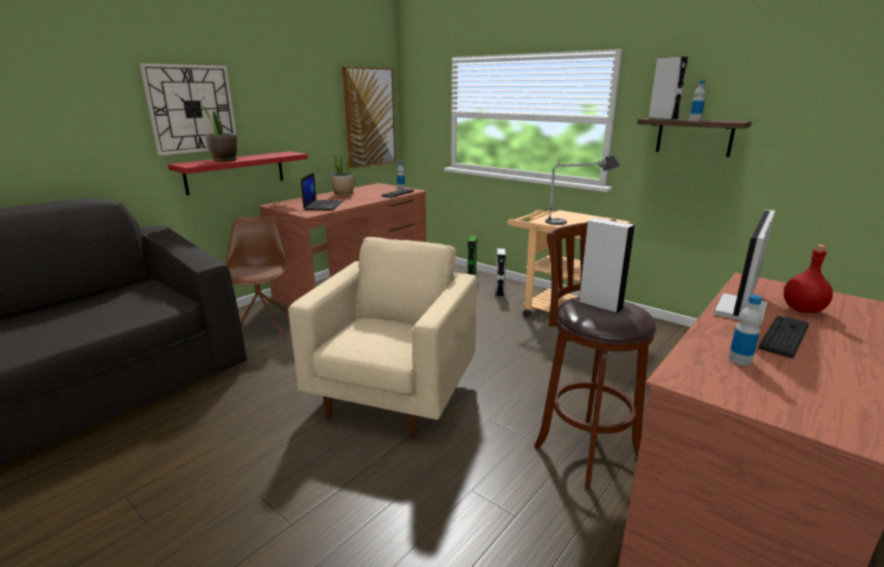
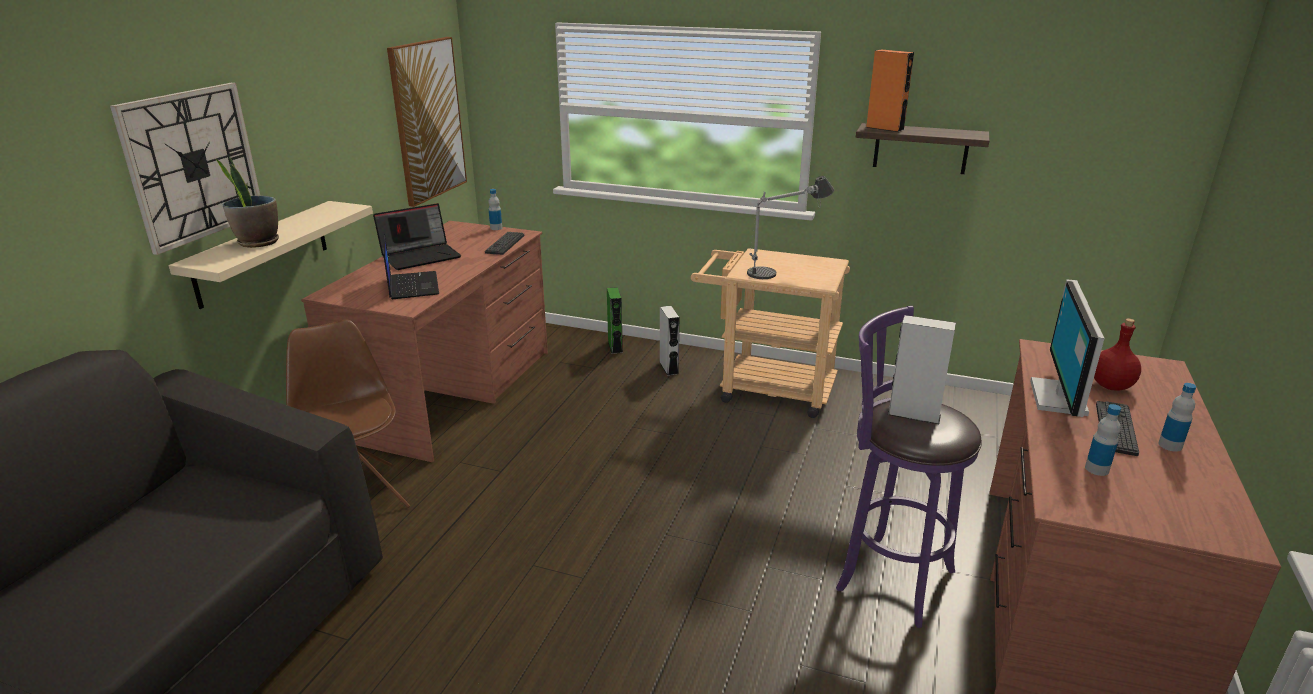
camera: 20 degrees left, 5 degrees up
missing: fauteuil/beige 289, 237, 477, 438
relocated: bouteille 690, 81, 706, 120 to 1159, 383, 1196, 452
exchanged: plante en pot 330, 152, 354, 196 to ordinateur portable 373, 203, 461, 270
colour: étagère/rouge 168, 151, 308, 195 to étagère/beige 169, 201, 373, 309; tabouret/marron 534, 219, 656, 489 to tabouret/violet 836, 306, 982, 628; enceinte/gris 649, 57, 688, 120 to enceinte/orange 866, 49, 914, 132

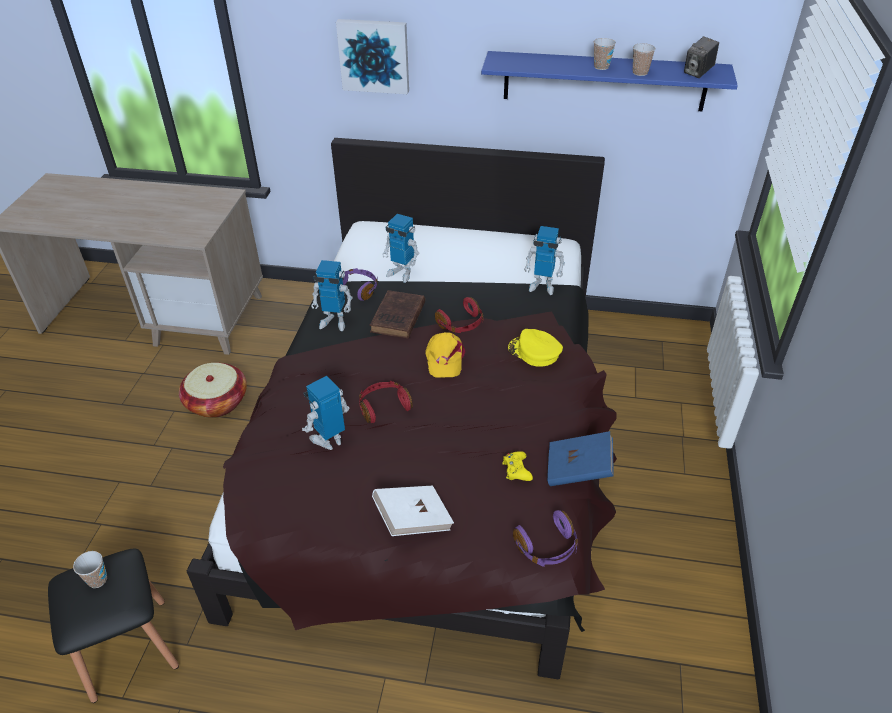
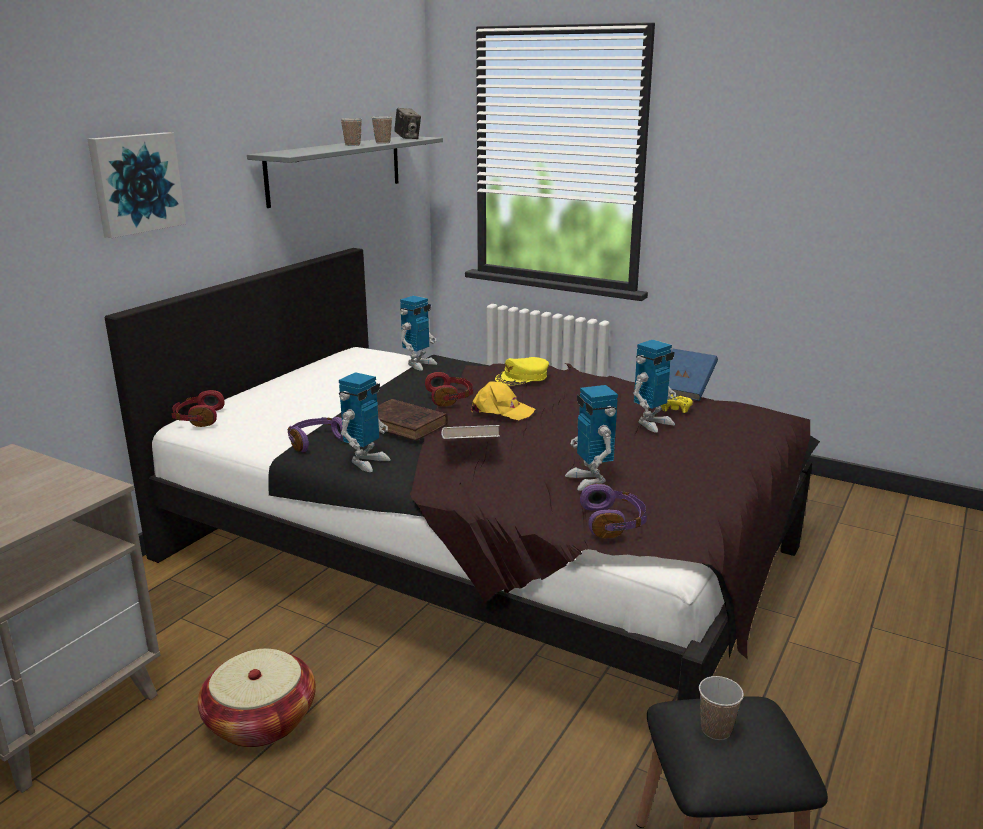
camera: 70 degrees left, 20 degrees down
relocated: casque audio/rouge 359, 381, 413, 423 to 171, 390, 224, 427; livre/blanc 372, 485, 454, 536 to 441, 425, 500, 439; robot jouet 382, 214, 419, 283 to 633, 340, 676, 433; casque audio/violet 513, 510, 578, 567 to 580, 483, 647, 539
colour: étagère/bleu 481, 51, 738, 111 to étagère/gris 247, 136, 443, 208

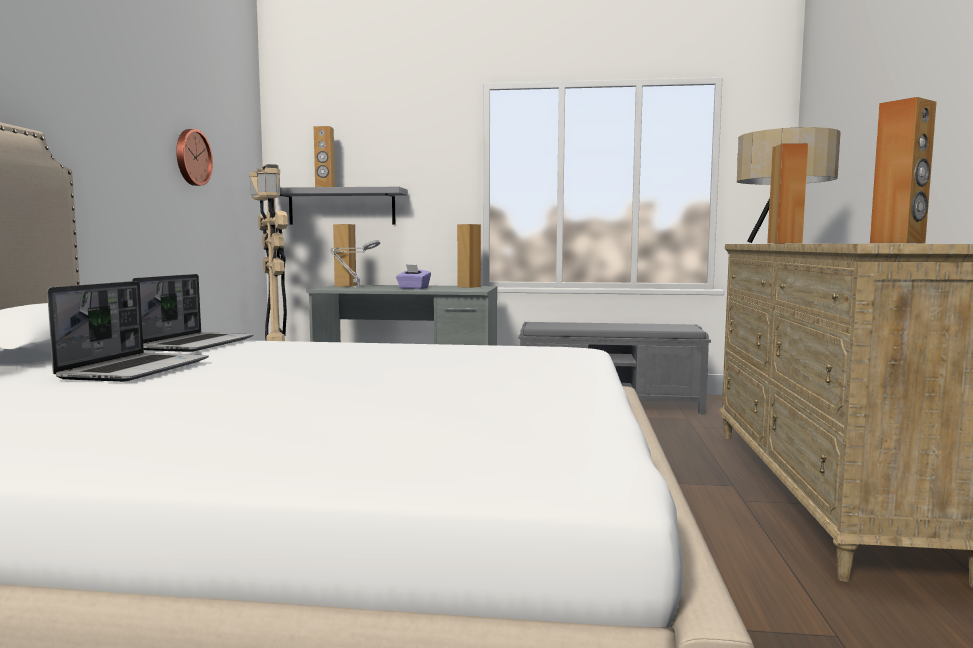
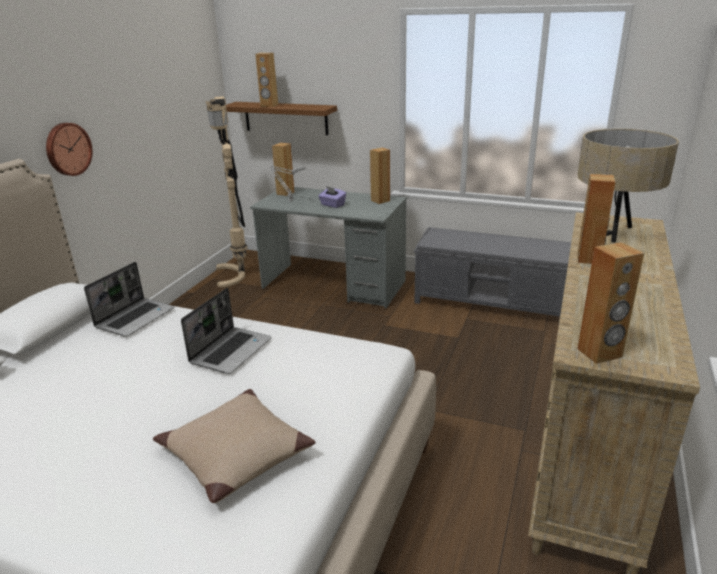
camera: 15 degrees right, 20 degrees up
appeared: coussin/beige 153, 389, 315, 503
relocated: ordinateur portable 47, 281, 209, 382 to 181, 288, 272, 374; horloge murale 176, 129, 213, 186 to 46, 123, 93, 176
colour: étagère/gris 280, 187, 408, 225 to étagère/marron 226, 102, 337, 135

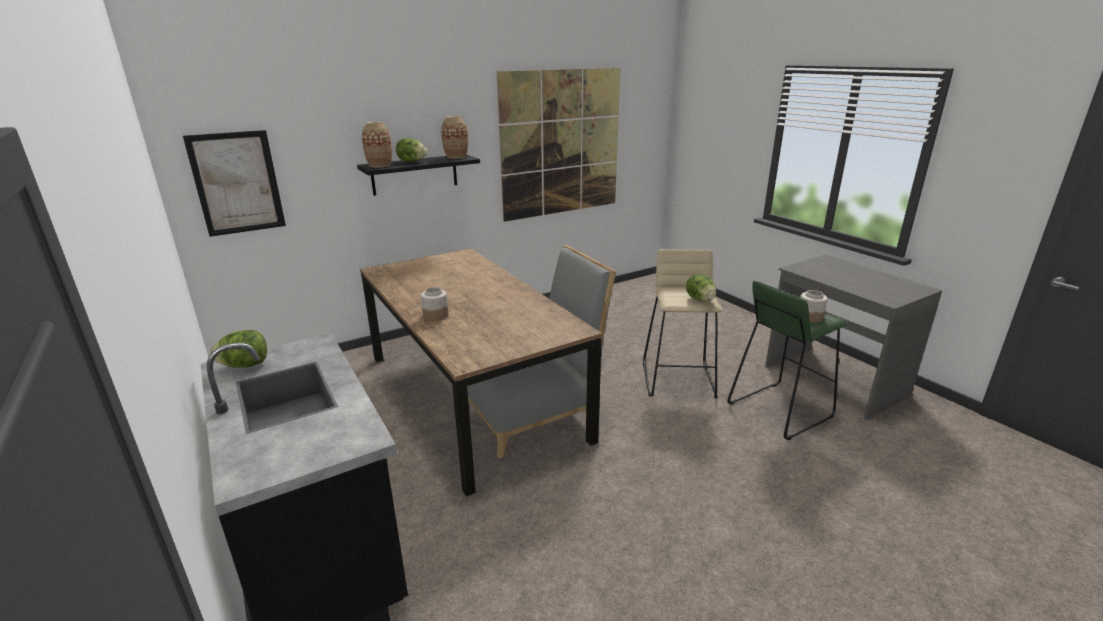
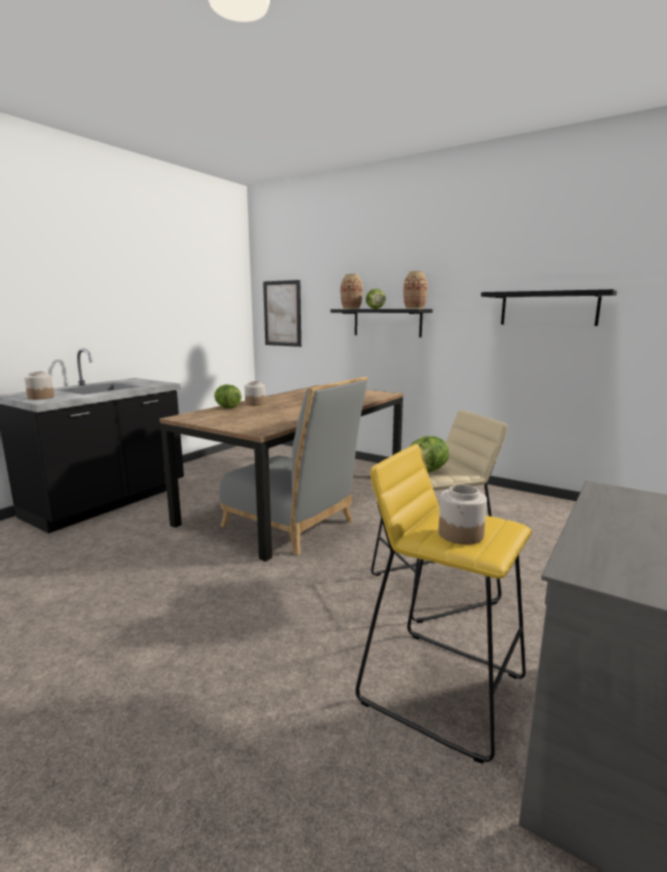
camera: 65 degrees right, 10 degrees down
appeared: bocal 24, 372, 54, 400
relocated: laitue 210, 330, 267, 368 to 214, 385, 241, 408
exchanged: tableau 497, 68, 620, 222 to étagère/noir 481, 289, 617, 326
colour: tabouret/vert 727, 281, 848, 441 to tabouret/jaune 355, 444, 532, 764

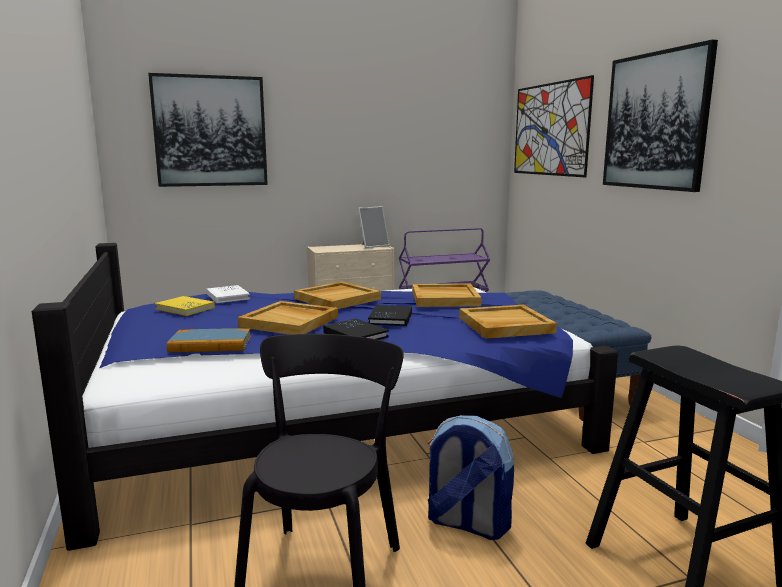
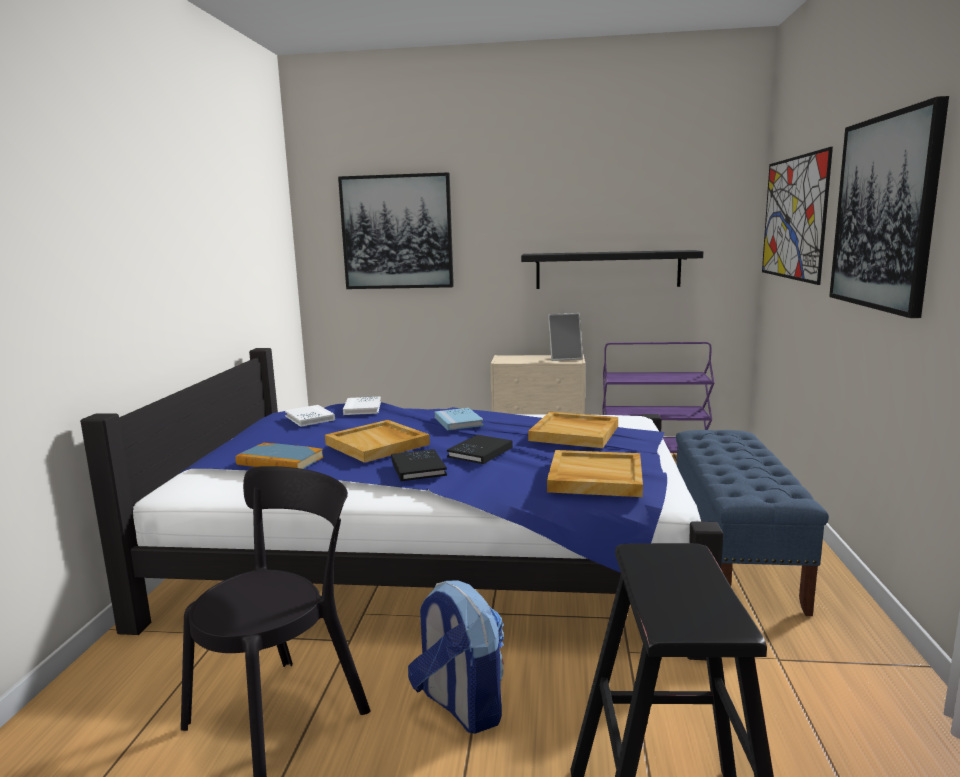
camera: 25 degrees right, 0 degrees up
appeared: étagère/noir 521, 250, 703, 289
exchanged: plateau/beige 294, 282, 381, 309 to livre/bleu 435, 408, 484, 430
colour: livre/jaune 155, 296, 215, 316 to livre/blanc 285, 405, 335, 427

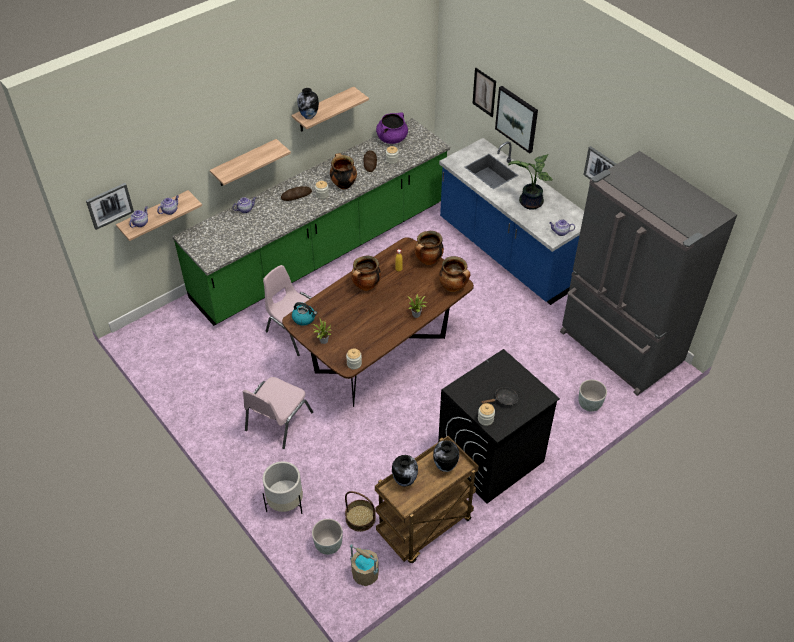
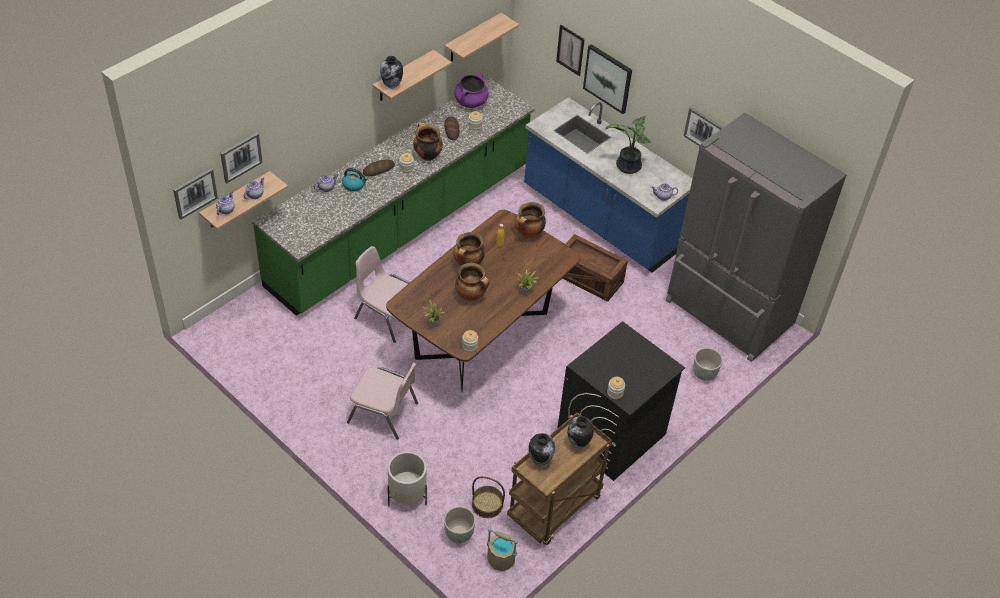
camera: 10 degrees left, 0 degrees up
missing: poêle/noir 481, 387, 518, 406
appeared: tableau 220, 133, 263, 183; caisse 562, 234, 628, 302
relocated: étagère 210, 139, 291, 186 to 445, 13, 519, 62; bouilloire 292, 302, 317, 326 to 342, 168, 368, 192; marmite 439, 256, 471, 292 to 455, 263, 490, 301
spun: chaise/rose 243, 377, 313, 449 = 347, 363, 418, 440 90 degrees counterclockwise

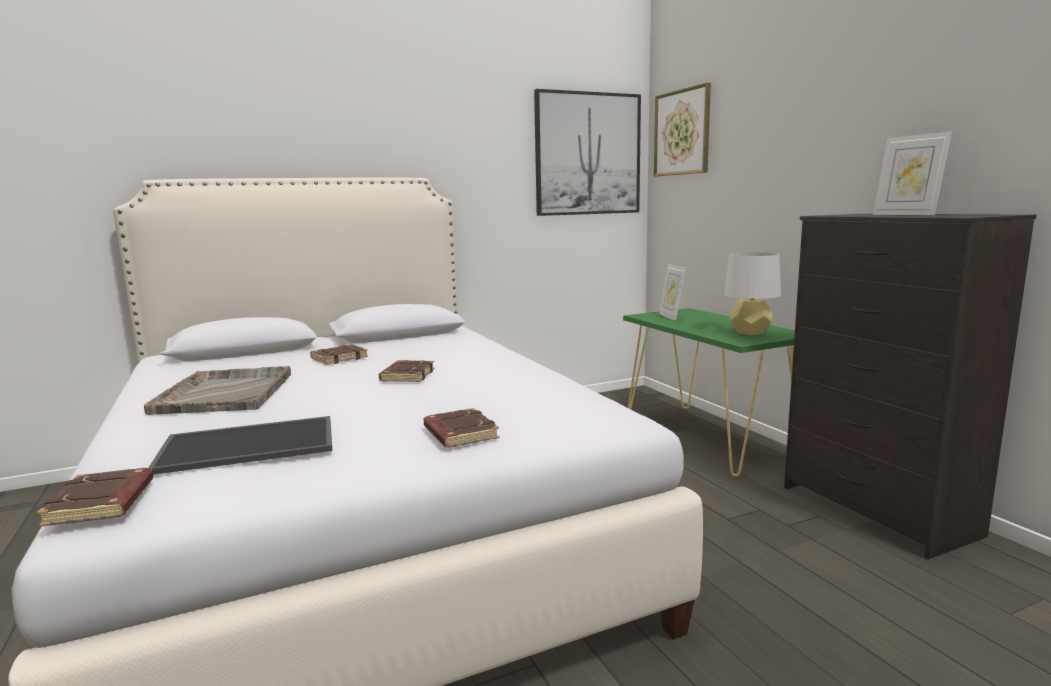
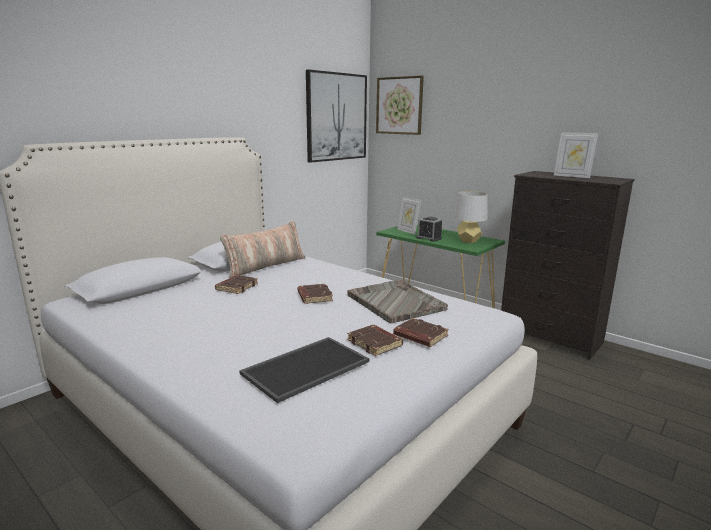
camera: 25 degrees left, 5 degrees up
appeared: coussin 220, 221, 305, 278; réveil 416, 217, 442, 242
relocated: livre/marron 37, 468, 153, 527 to 347, 325, 403, 356; plateau/gris 144, 366, 291, 415 to 347, 279, 448, 323

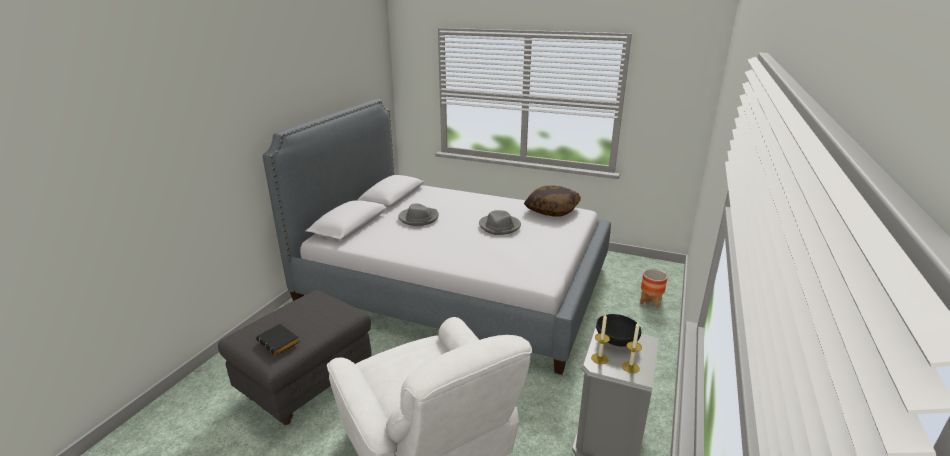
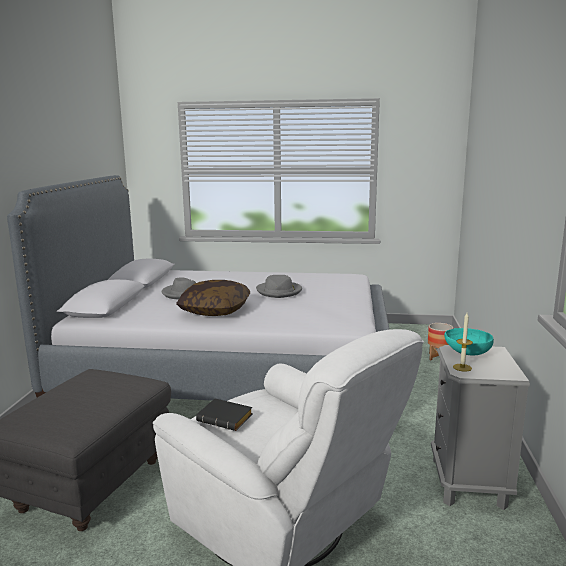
camera: 15 degrees left, 10 degrees down
missing: bougie 622, 321, 642, 373
relocated: livre/noir 256, 324, 299, 356 to 196, 399, 253, 431; coussin 524, 186, 581, 217 to 176, 280, 250, 316
colour: bol/noir 596, 314, 641, 347 to bol/turquoise 444, 328, 494, 355

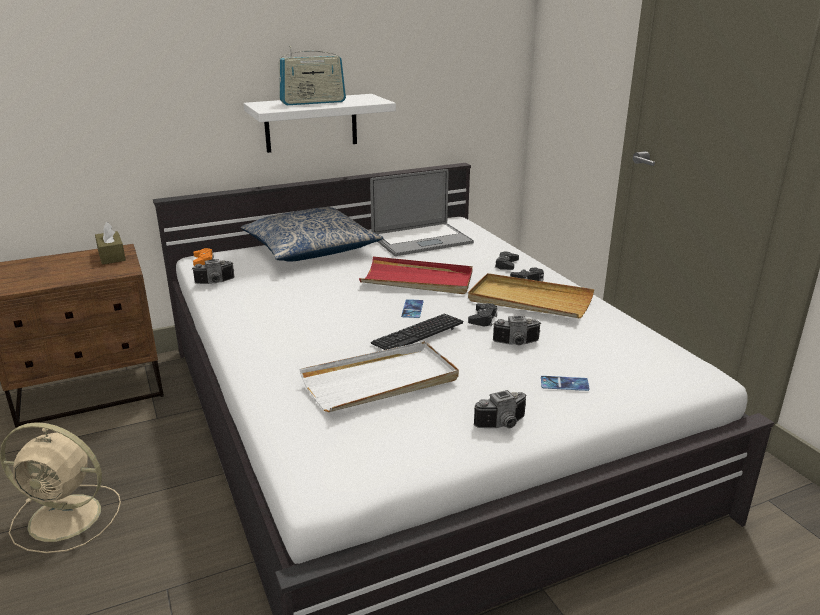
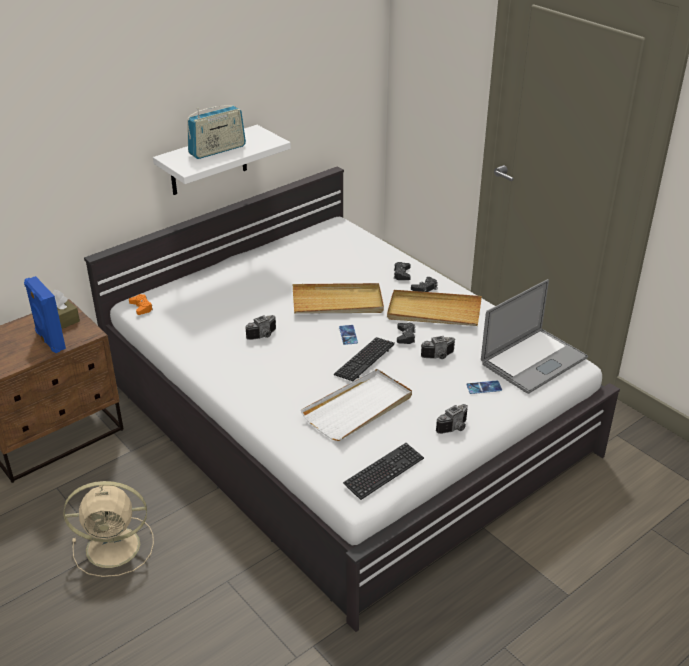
camera: 15 degrees left, 10 degrees up
missing: coussin 241, 207, 383, 262
appeared: enceinte/bleu 24, 276, 66, 353; clavier 343, 443, 424, 500
relocated: appareil photo 192, 259, 234, 284 to 245, 315, 276, 340; ordinateur portable 370, 169, 474, 256 to 481, 279, 588, 394
colour: plateau/rouge 359, 256, 473, 294 to plateau/beige 293, 283, 384, 314

